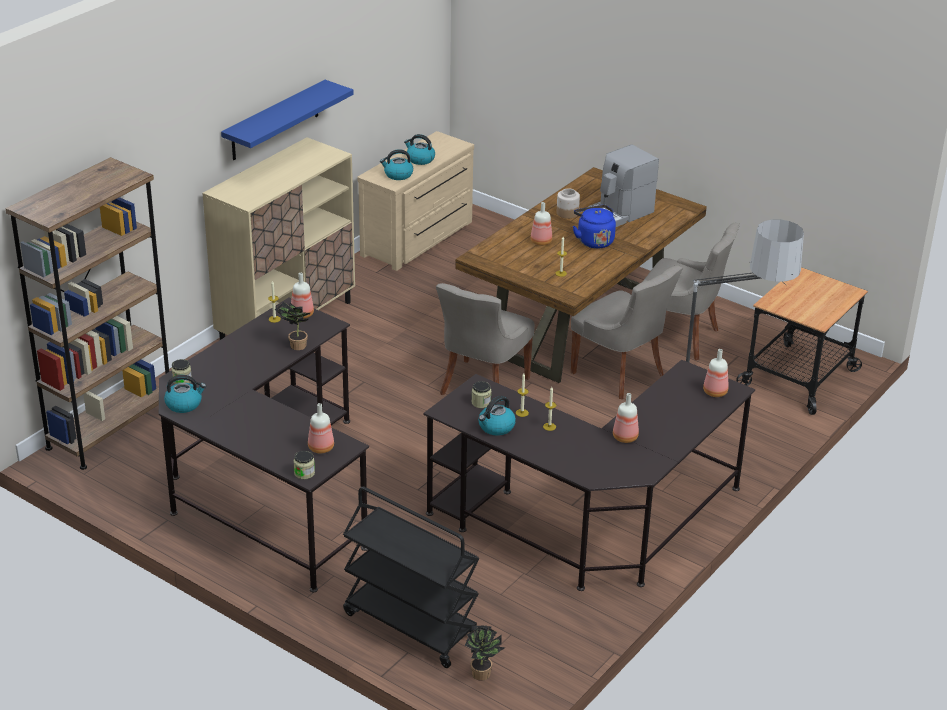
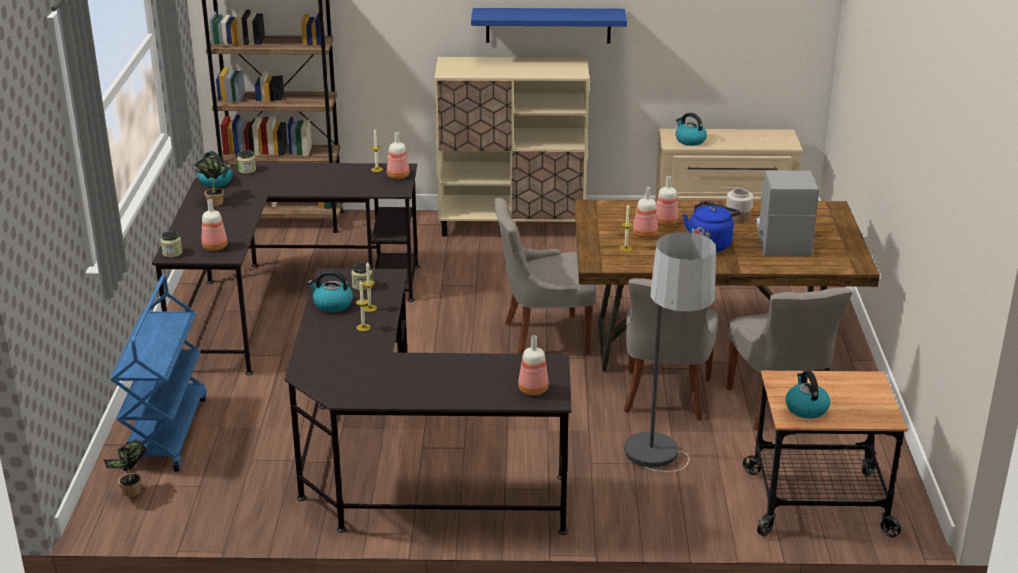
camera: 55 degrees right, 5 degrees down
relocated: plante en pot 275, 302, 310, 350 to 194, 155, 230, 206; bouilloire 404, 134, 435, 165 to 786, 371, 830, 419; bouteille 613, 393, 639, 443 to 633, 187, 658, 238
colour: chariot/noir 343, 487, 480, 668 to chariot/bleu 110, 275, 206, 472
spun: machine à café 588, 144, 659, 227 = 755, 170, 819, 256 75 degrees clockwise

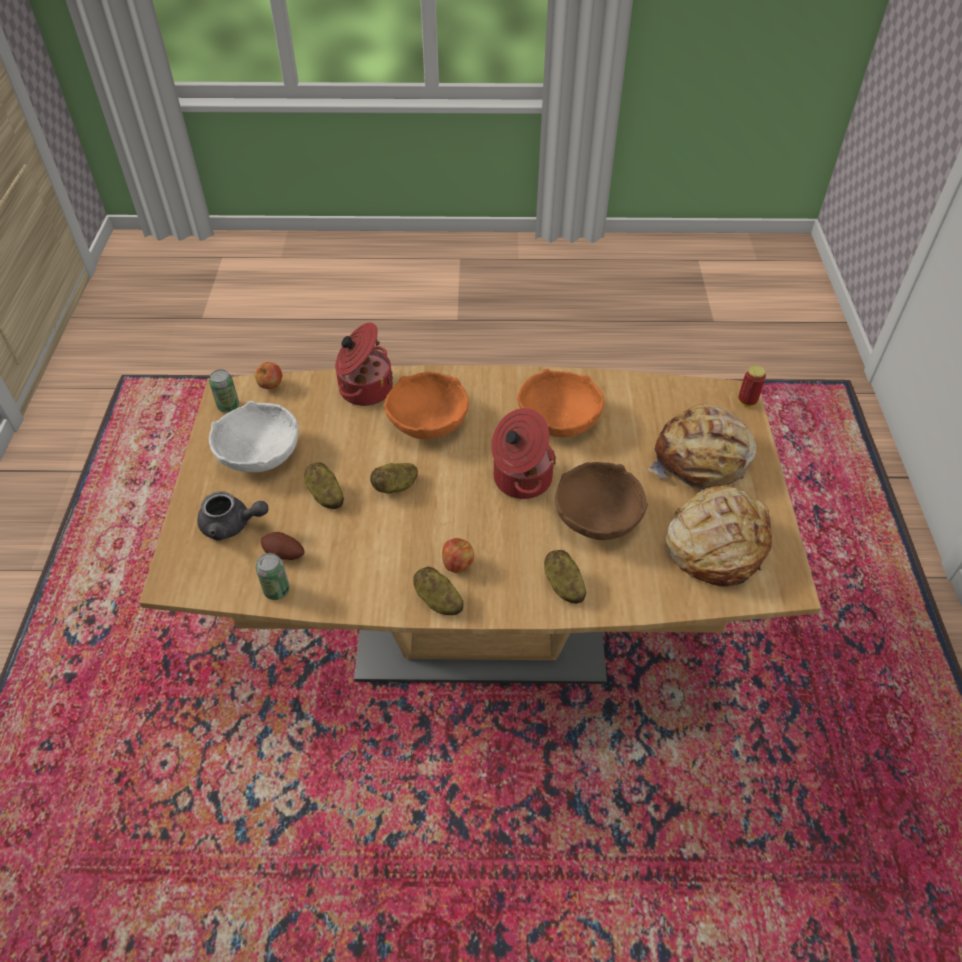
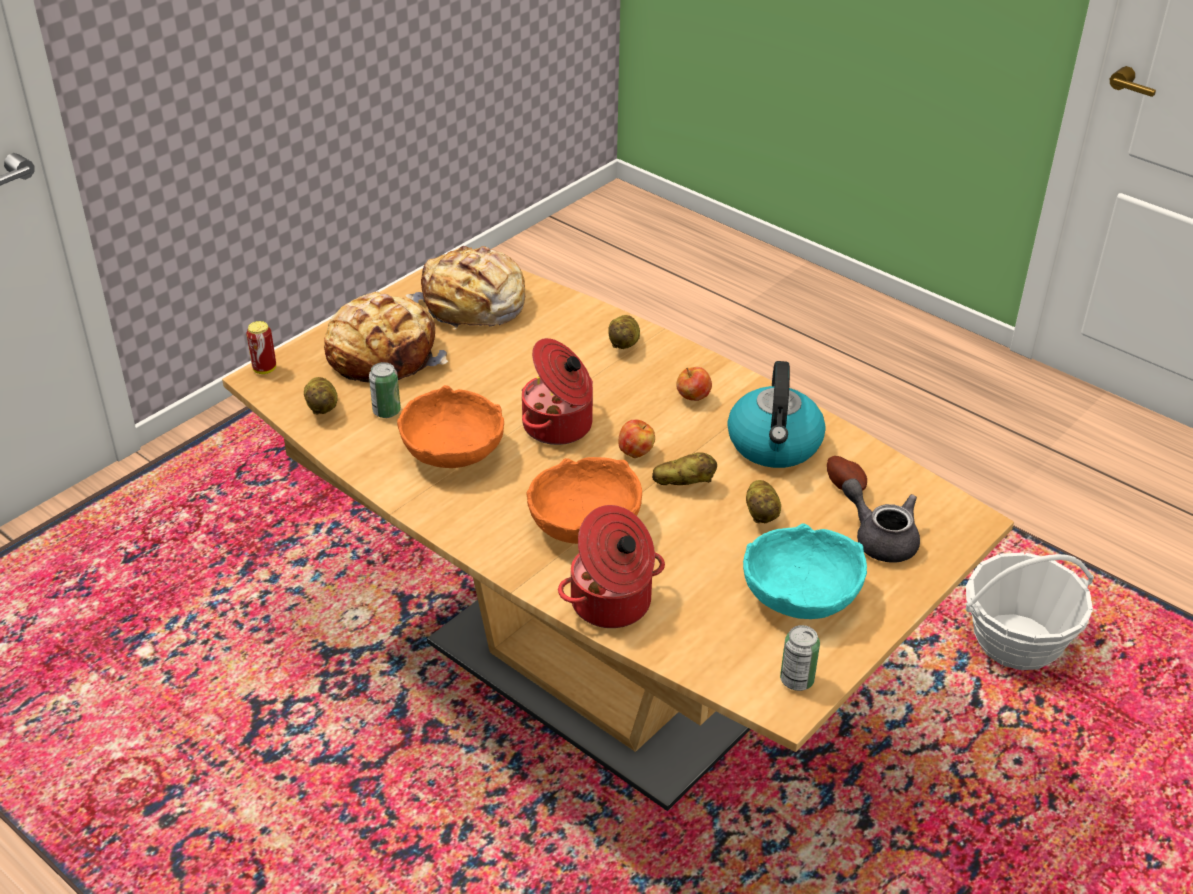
camera: 140 degrees left, 10 degrees down
missing: bol/marron 555, 462, 648, 540
appeared: bouilloire 727, 361, 826, 468; panier 966, 552, 1094, 670
relocated: pomme 255, 362, 282, 389 to 619, 420, 655, 458; boîte métallique 256, 553, 290, 600 to 369, 362, 401, 418; pomme de terre 413, 567, 464, 615 to 304, 377, 338, 415
colour: bol/blanc 209, 401, 298, 472 to bol/turquoise 743, 524, 867, 619

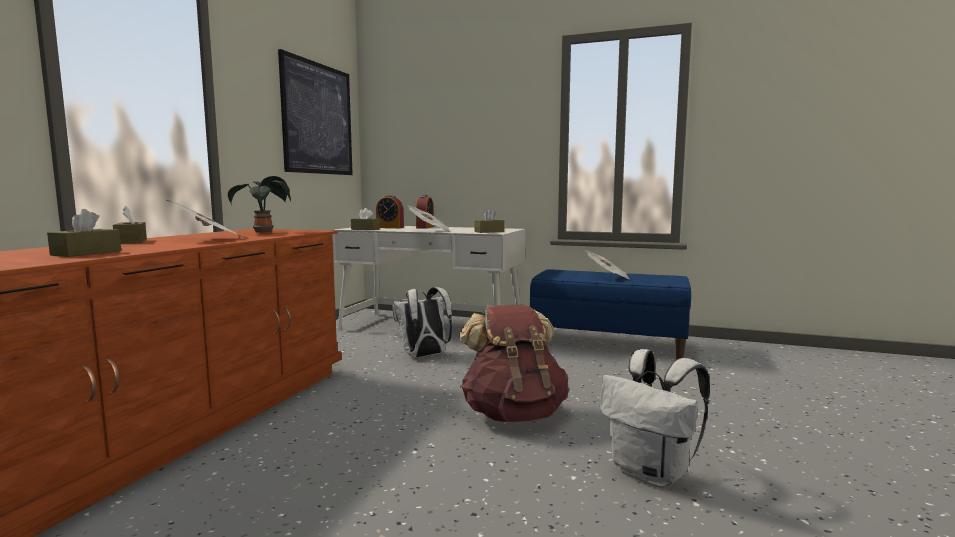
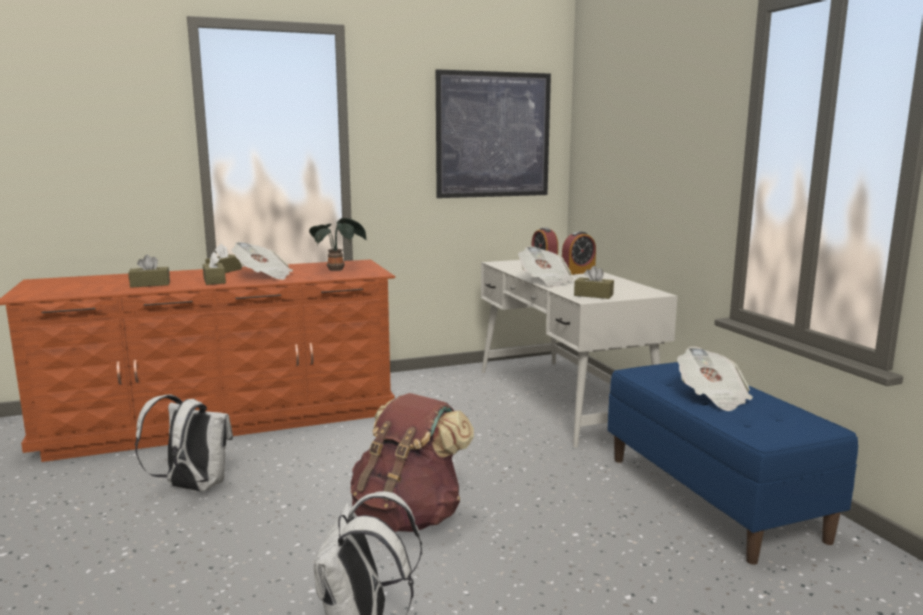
camera: 50 degrees right, 5 degrees up
relocated: boîte à mouchoirs/marron 351, 208, 380, 230 to 203, 252, 226, 285; sac à dos/blanc 392, 287, 452, 358 to 135, 394, 233, 492

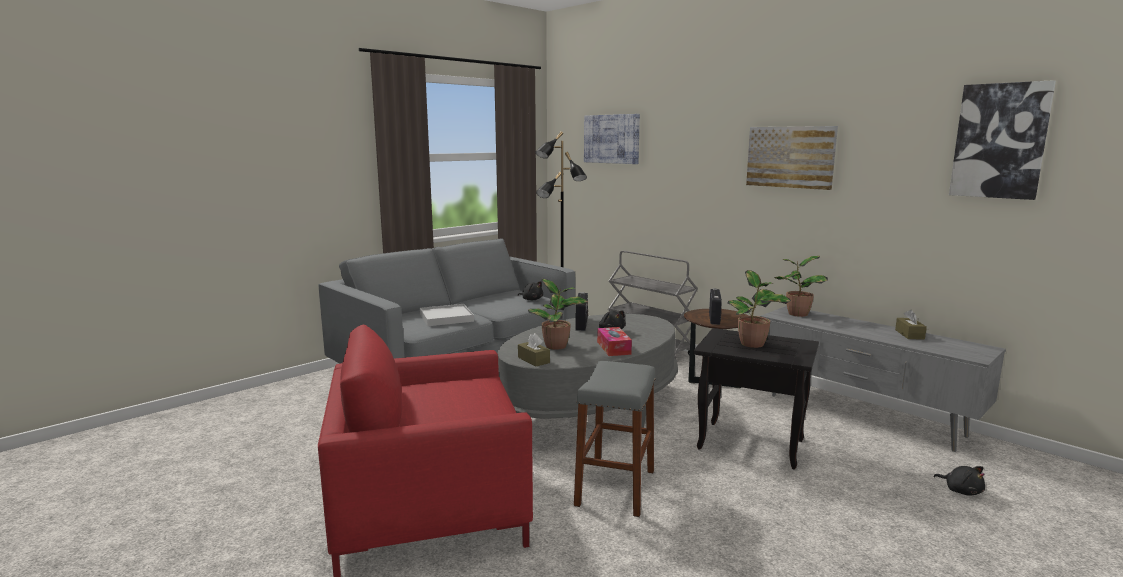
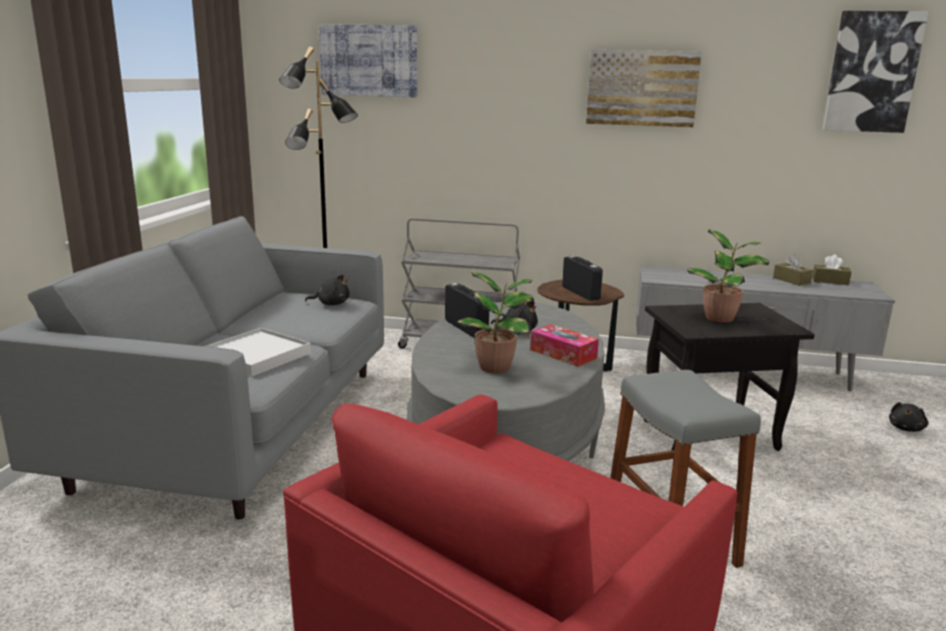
camera: 35 degrees left, 5 degrees up
missing: plante en pot 774, 256, 828, 317
relocated: boîte à mouchoirs/marron 518, 333, 550, 366 to 812, 255, 851, 285
spun: peluche/noir 933, 466, 985, 496 = 889, 402, 928, 432 105 degrees clockwise

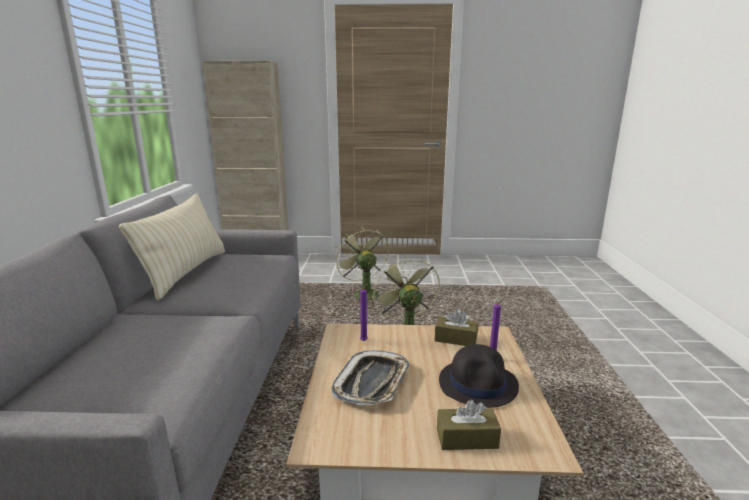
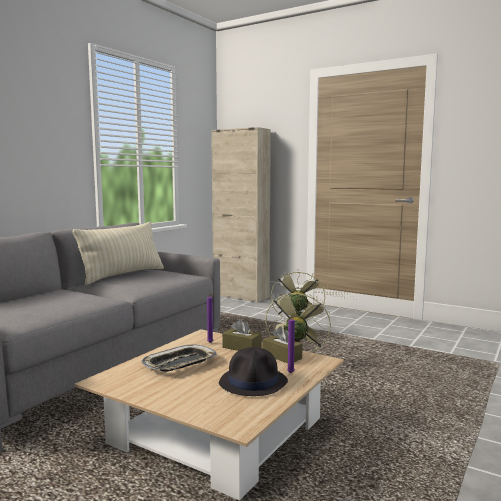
camera: 30 degrees right, 10 degrees down
relocated: boîte à mouchoirs/marron 437, 400, 501, 450 to 222, 319, 262, 351

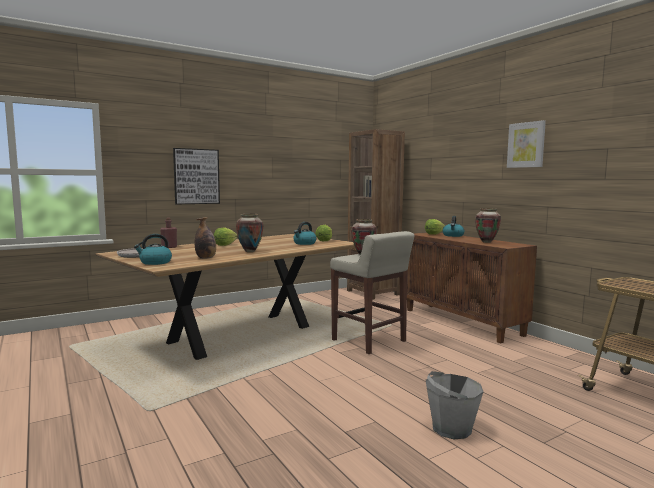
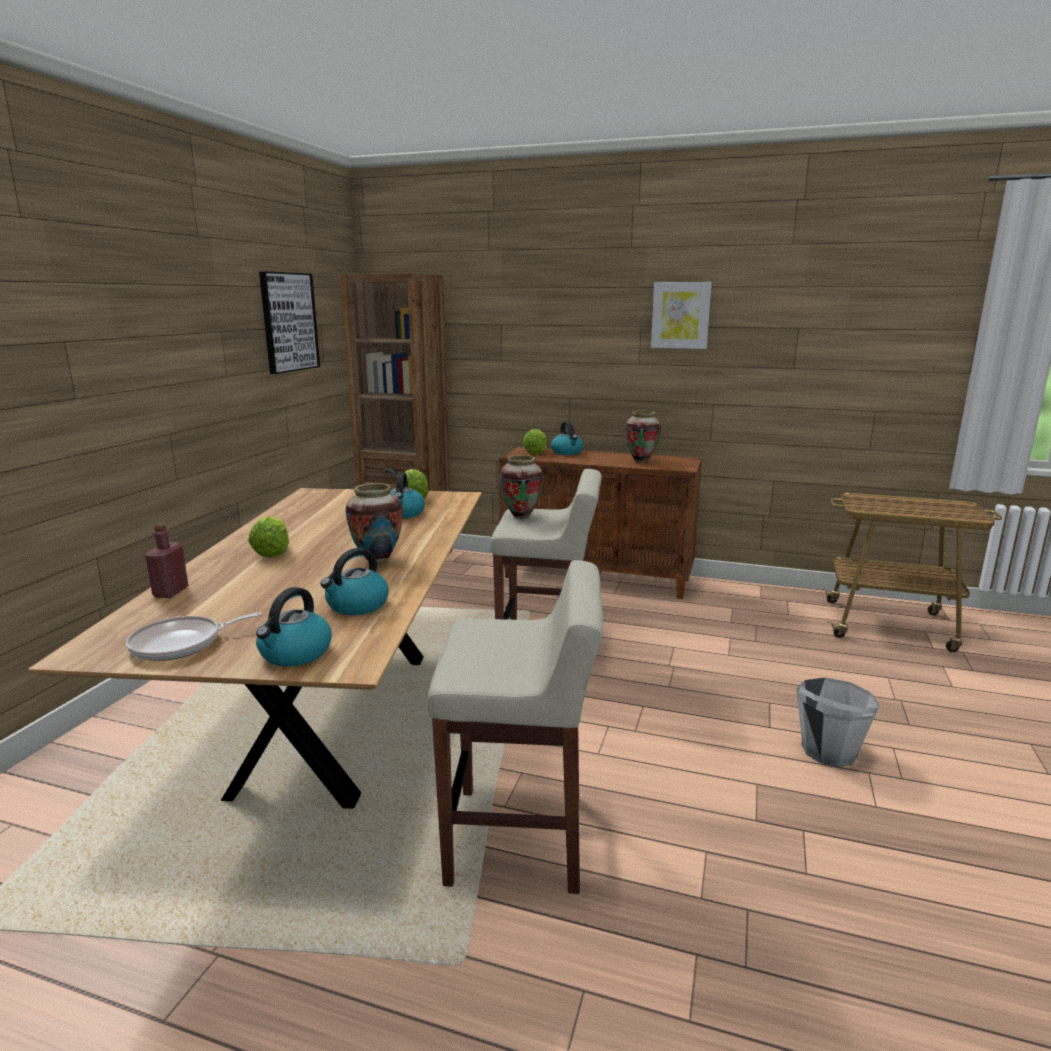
camera: 40 degrees left, 10 degrees up
appeared: tabouret/beige 427, 560, 603, 894
relocated: tableau 173, 148, 220, 204 to 259, 271, 320, 374
exchanged: bouteille 195, 217, 216, 259 to bouilloire 320, 548, 389, 615

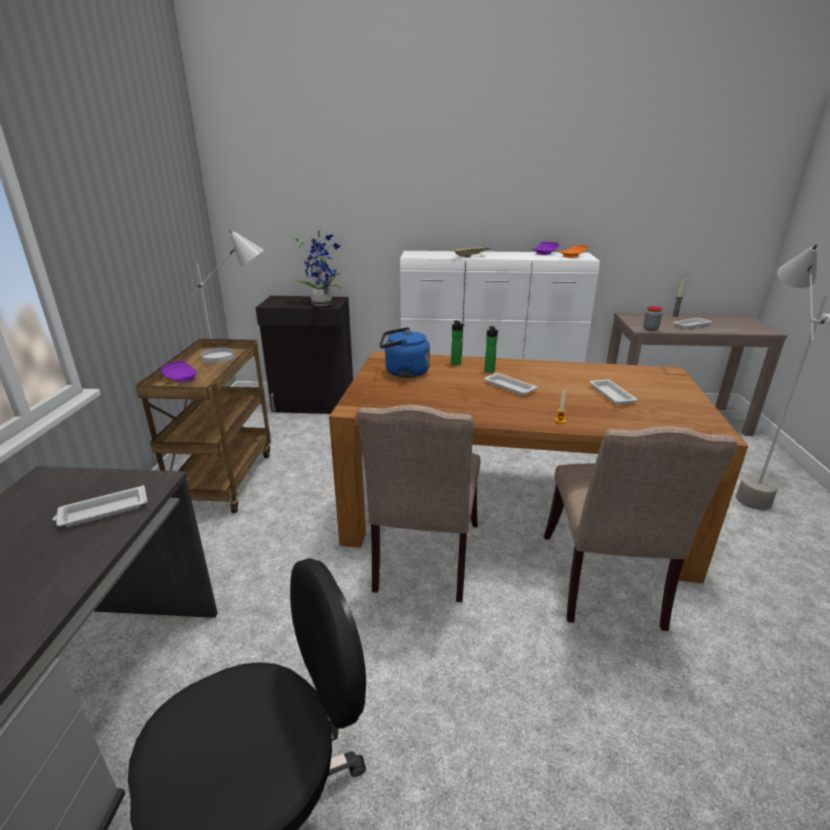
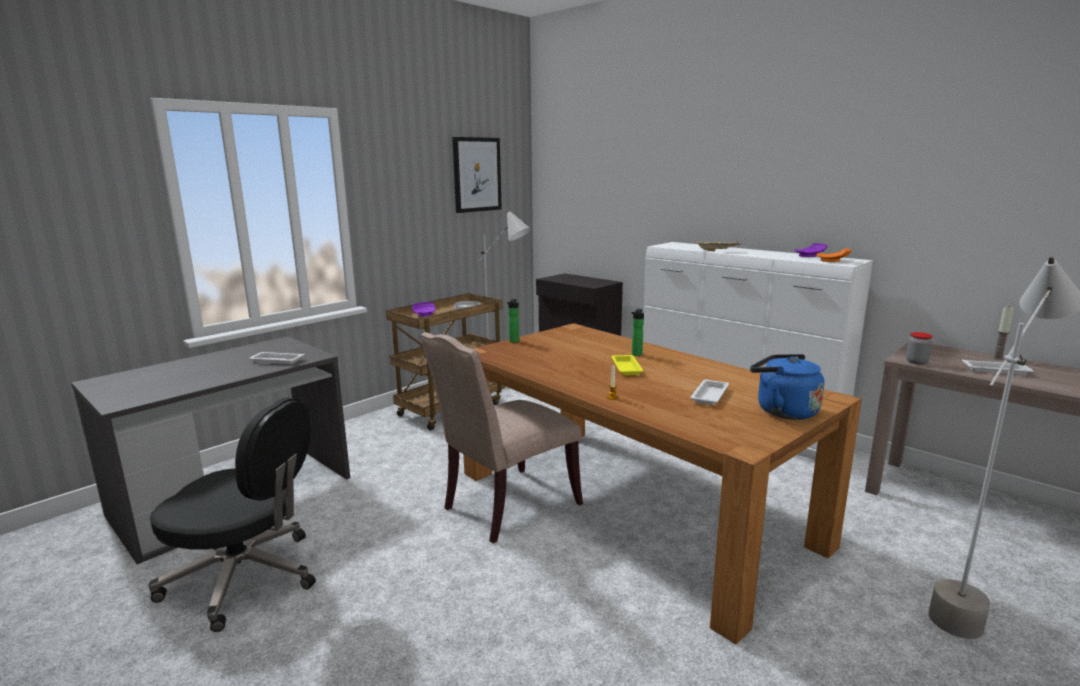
camera: 40 degrees right, 10 degrees down
missing: plante en pot 290, 230, 343, 306; chaise/beige 544, 426, 737, 631
appeared: tableau 452, 137, 502, 213
relocated: bouilloire/bleu 380, 327, 430, 378 to 750, 354, 824, 420; bouteille 451, 320, 464, 366 to 507, 299, 519, 343
colour: plateau/blanc 484, 373, 538, 395 to plateau/jaune 611, 355, 644, 375

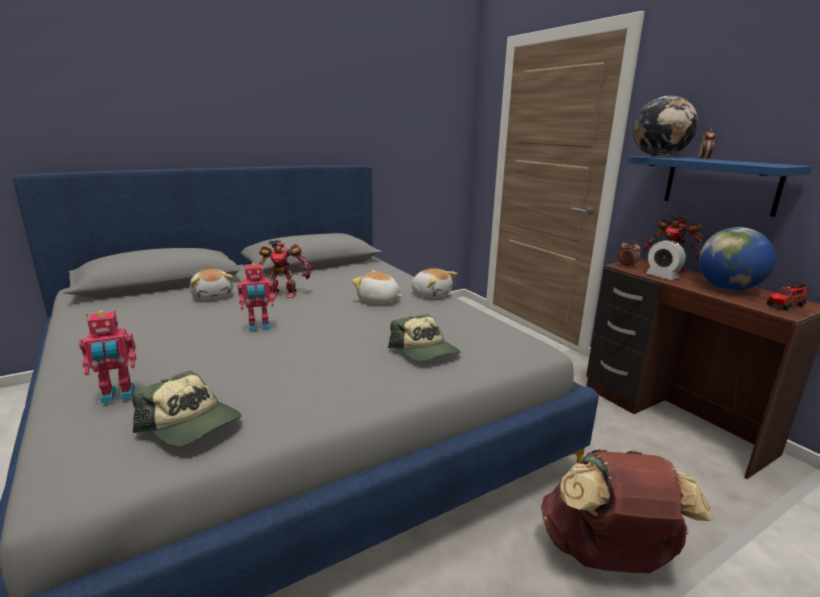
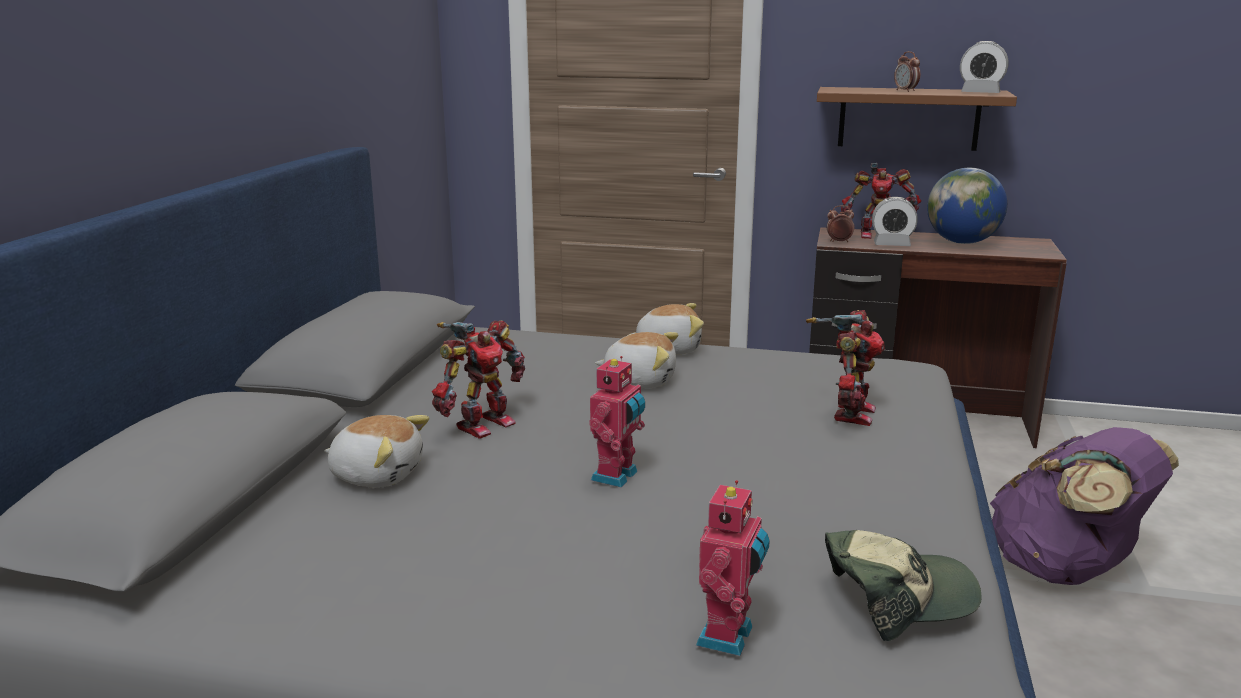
camera: 45 degrees left, 0 degrees up
missing: globe 633, 96, 698, 157; camion jouet 767, 282, 807, 311
appeared: réveil 960, 41, 1008, 93
exchanged: casquette 388, 314, 460, 362 to robot jouet 806, 310, 885, 426
colour: sac à dos/marron 541, 449, 713, 573 to sac à dos/violet 990, 427, 1179, 585; étagère/bleu 628, 156, 813, 217 to étagère/marron 817, 87, 1017, 151
spun: peluche 352, 270, 403, 304 = 595, 332, 678, 388 150 degrees counterclockwise

